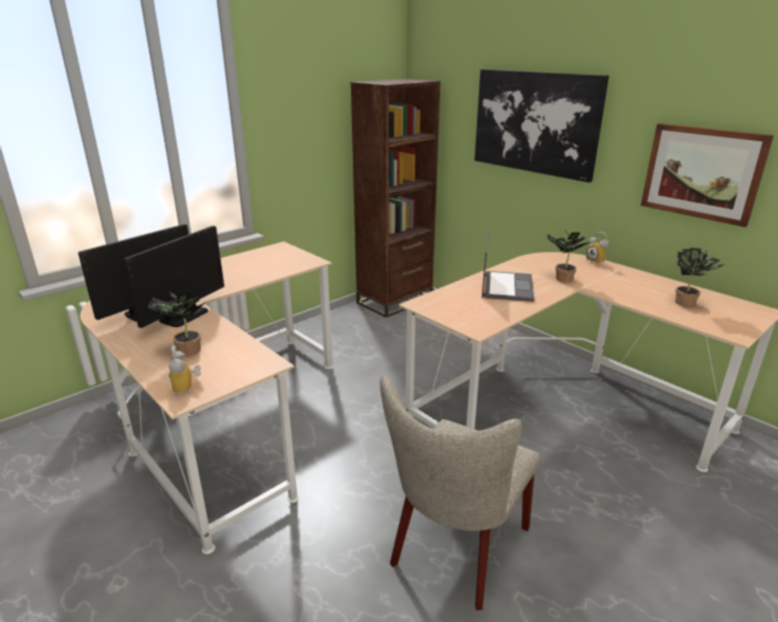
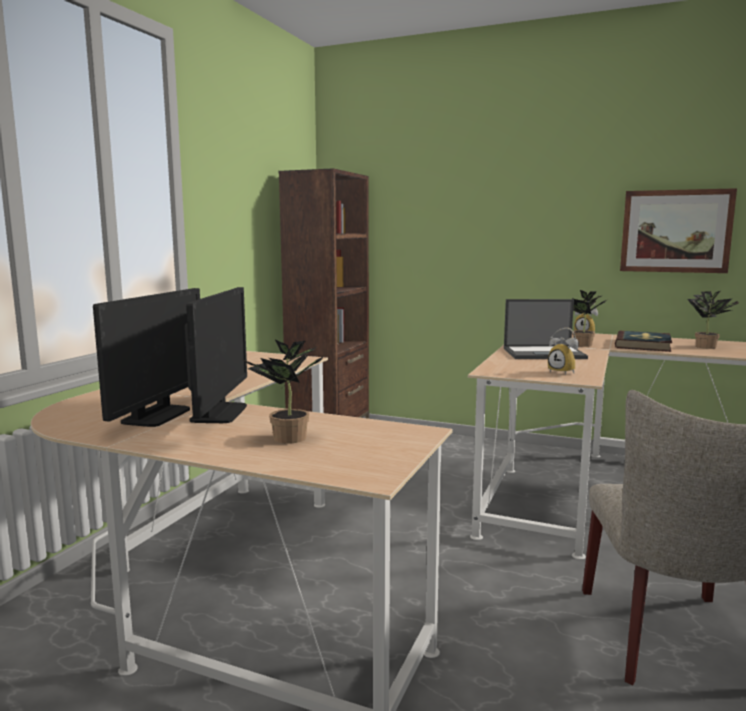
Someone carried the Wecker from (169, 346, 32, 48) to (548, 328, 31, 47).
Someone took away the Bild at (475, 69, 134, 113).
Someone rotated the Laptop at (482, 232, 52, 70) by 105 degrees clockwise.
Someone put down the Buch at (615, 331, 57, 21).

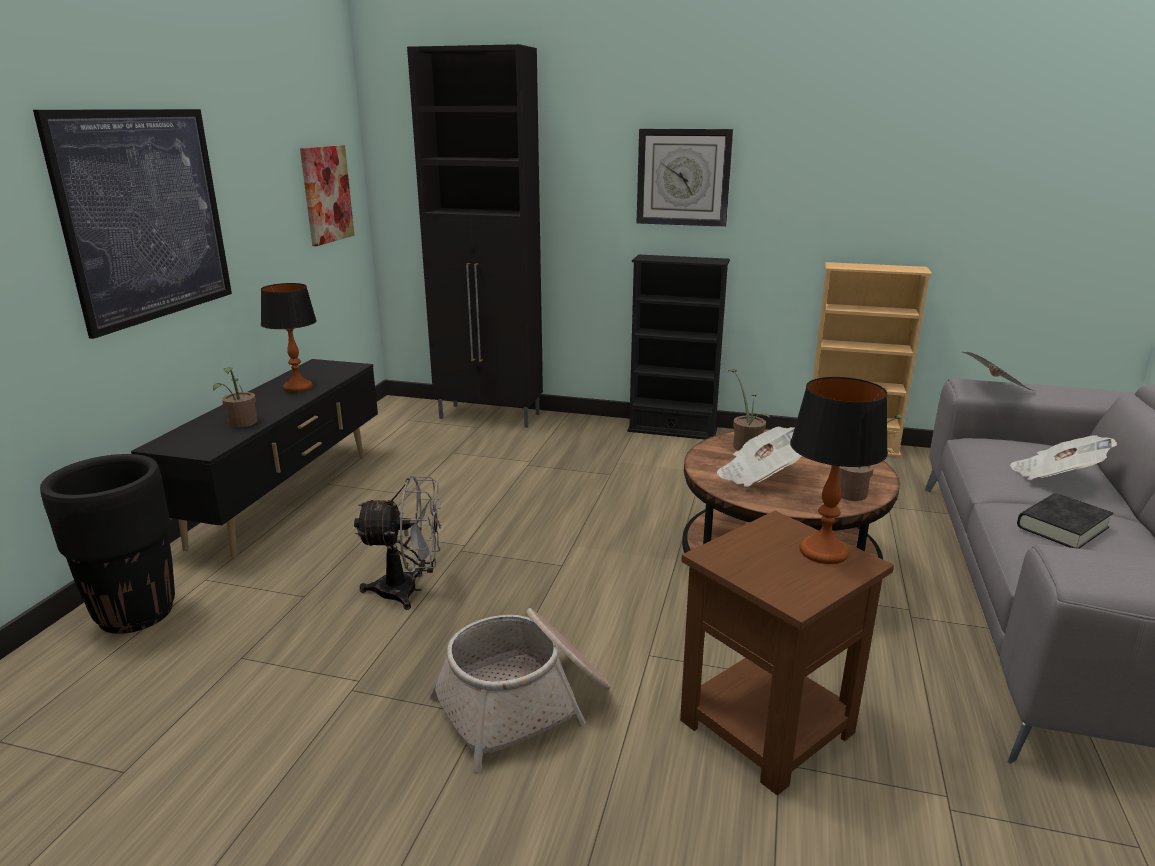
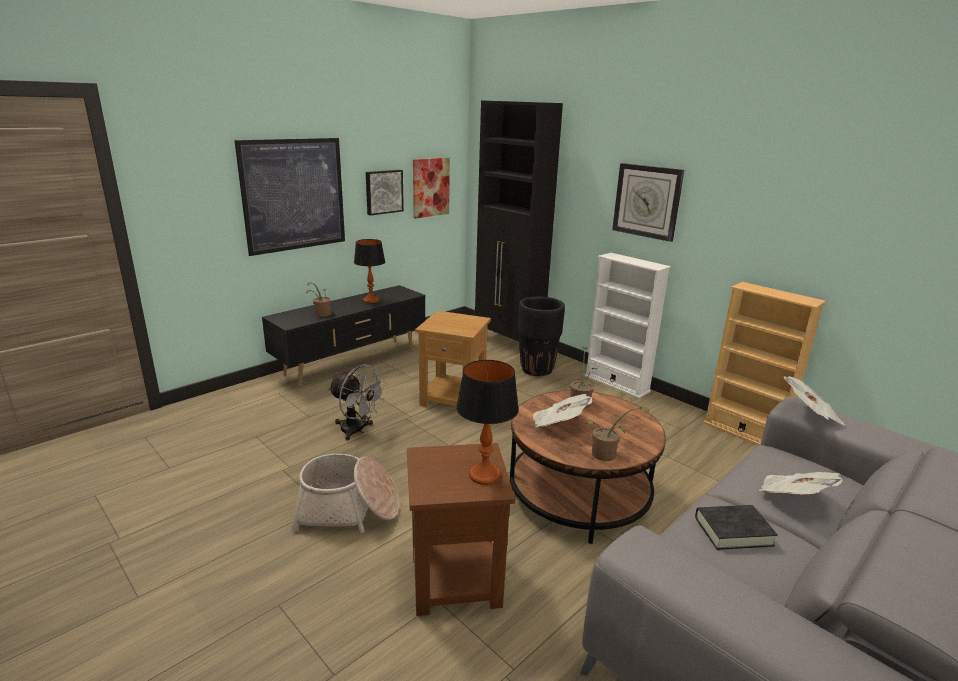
Someone carried the Pflanzkübel [schwarz] from (40, 454, 135, 180) to (518, 296, 47, 80).
Someone repainted the Bücherregal [schwarz] at (627, 255, 103, 185), which became the Bücherregal [weiß] at (584, 253, 87, 146).
Someone put up the Bild at (366, 170, 38, 46).
Someone put down the Beistelltisch [braun] at (415, 311, 76, 96).

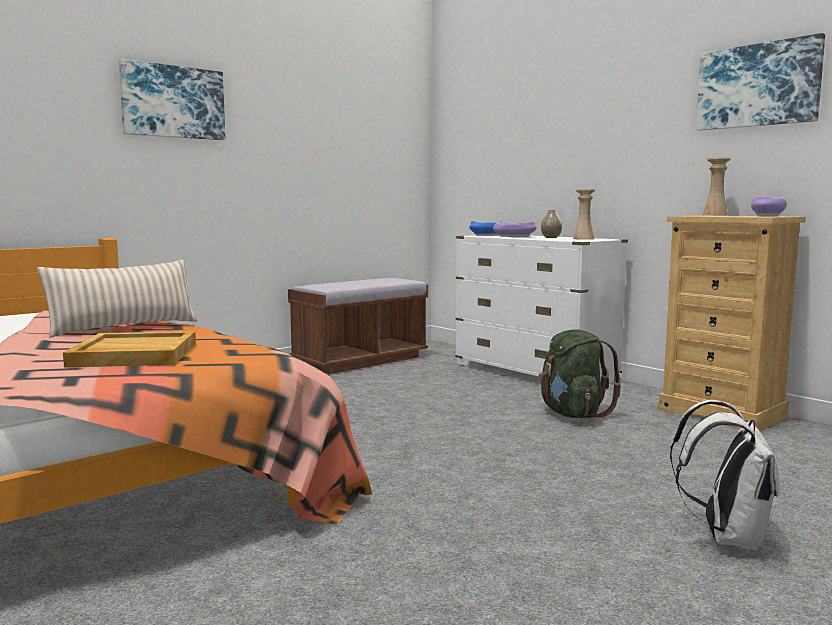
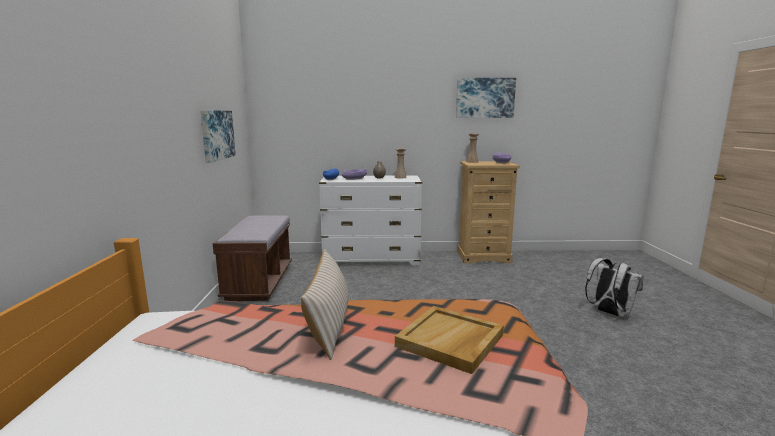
Someone carried the Bild from (119, 59, 106, 81) to (200, 110, 36, 53).
Someone took away the Rucksack [grün] at (539, 329, 83, 89).

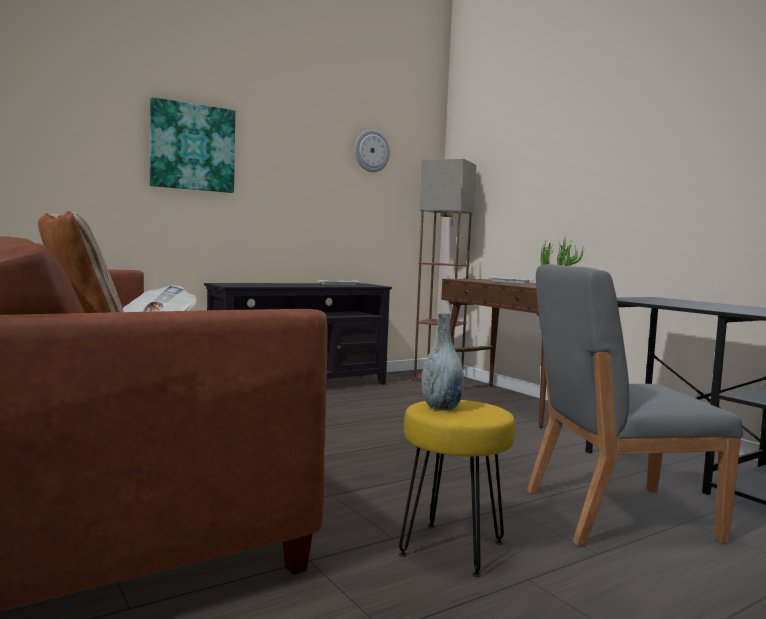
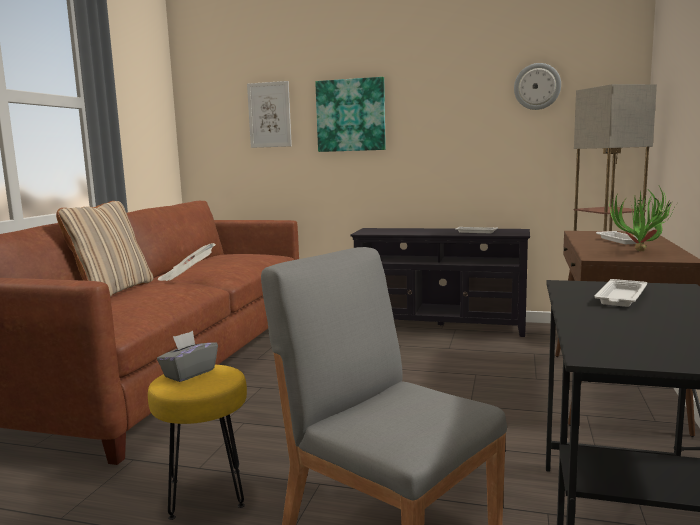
Someone swapped the Vase [grau] at (422, 312, 43, 99) for the Taschentuchbox [grau] at (157, 331, 61, 51).
Someone put up the Bild at (247, 81, 45, 67).
Someone put down the Tablett [weiß] at (594, 279, 53, 28).

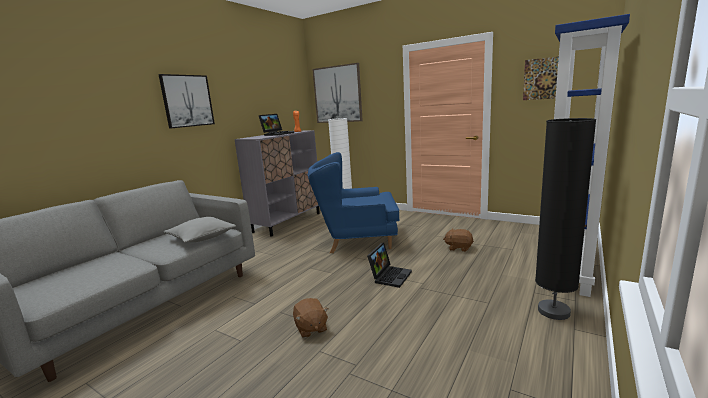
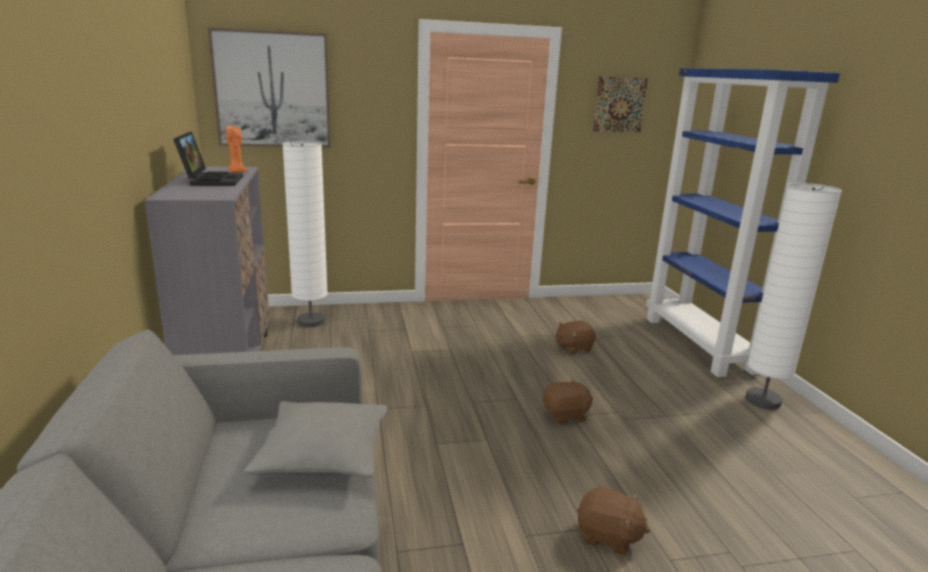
Someone took away the Bild at (158, 74, 57, 55).
Someone took away the Sessel [blau] at (307, 152, 93, 101).
Someone swapped the Laptop at (367, 242, 45, 46) for the Plüschtier [braun] at (542, 379, 51, 46).
Someone repainted the Stehlampe [schwarz] at (535, 118, 61, 202), which became the Stehlampe [weiß] at (745, 183, 97, 227).

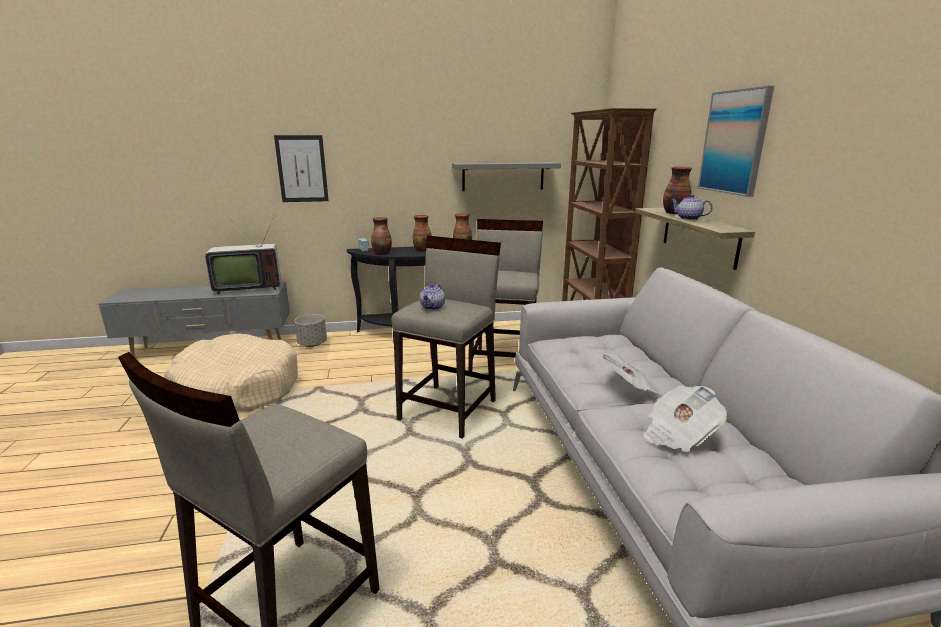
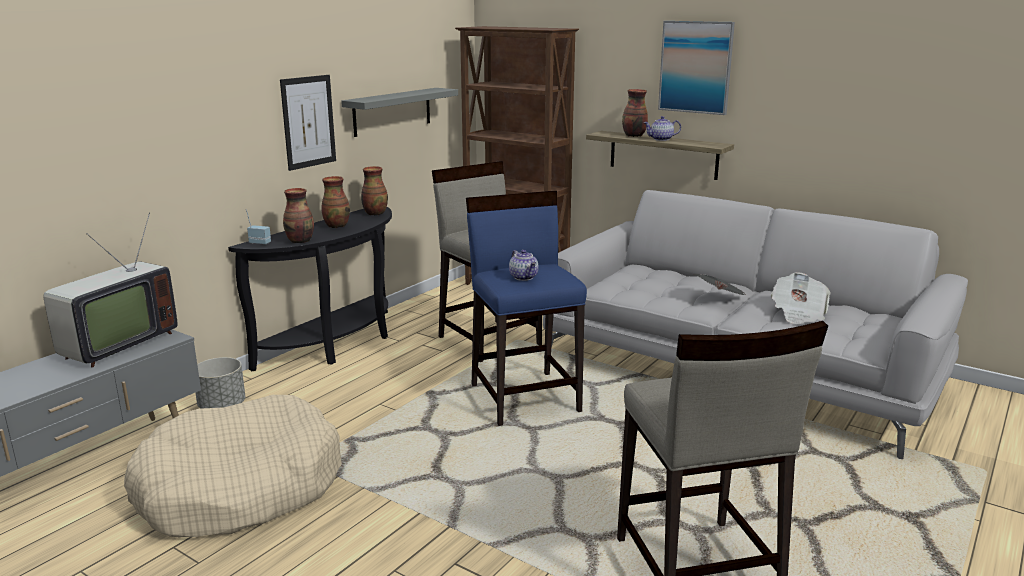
Someone carried the Bild from (274, 135, 55, 67) to (280, 75, 56, 96).
Someone repainted the Hocker [beige] at (391, 236, 110, 203), which became the Hocker [blau] at (466, 191, 121, 235).

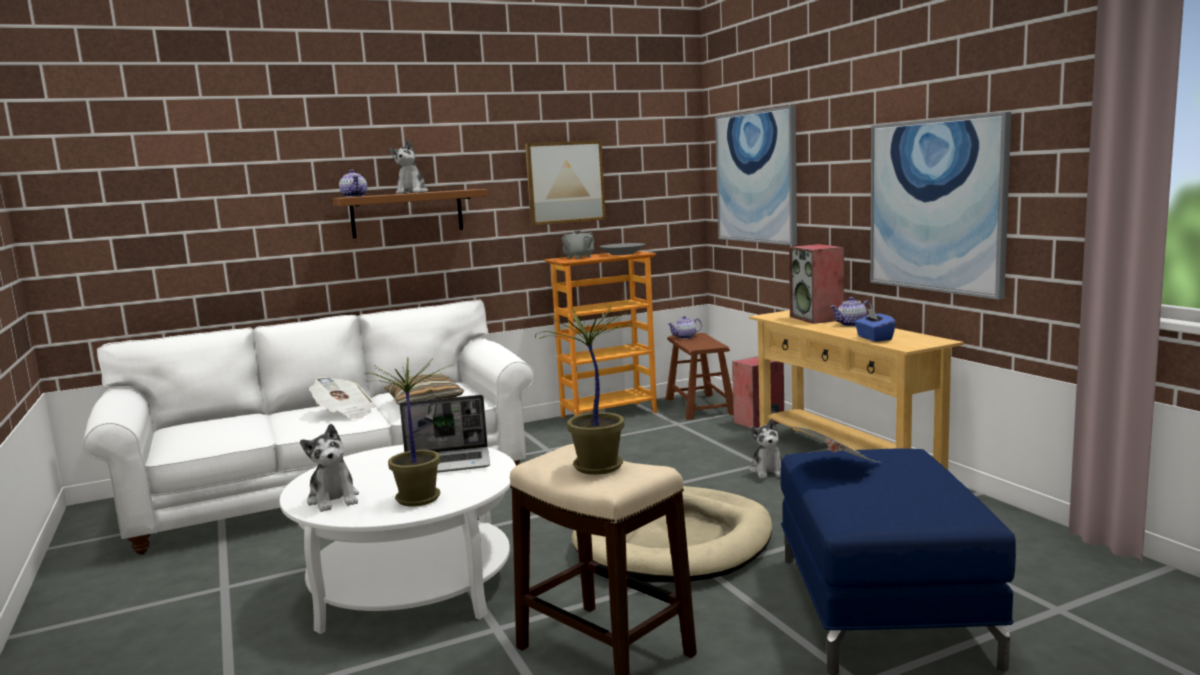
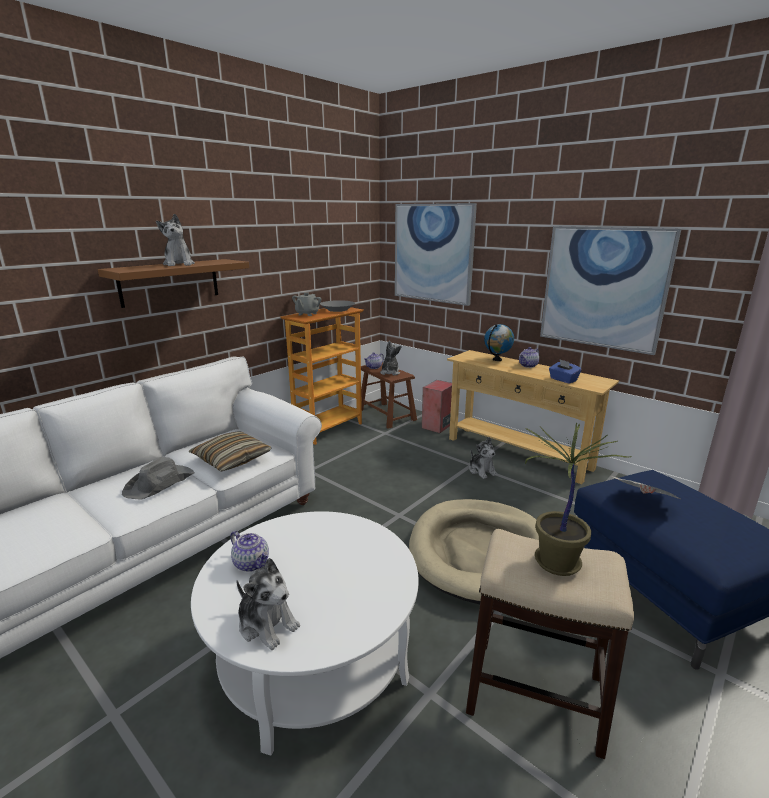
Someone swapped the Zeitung at (309, 377, 66, 42) for the Hut [grau] at (122, 457, 72, 43).
Someone carried the Teekanne from (339, 170, 28, 27) to (230, 531, 39, 41).
Someone took away the Topfpflanze at (364, 357, 91, 150).
Someone took away the Laptop at (400, 395, 90, 78).
Someone took away the Bild at (525, 140, 81, 86).
Someone swapped the Lautsprecher at (789, 244, 55, 80) for the Globus at (484, 324, 30, 37).
Someone put down the Plüschtier at (380, 341, 21, 35).

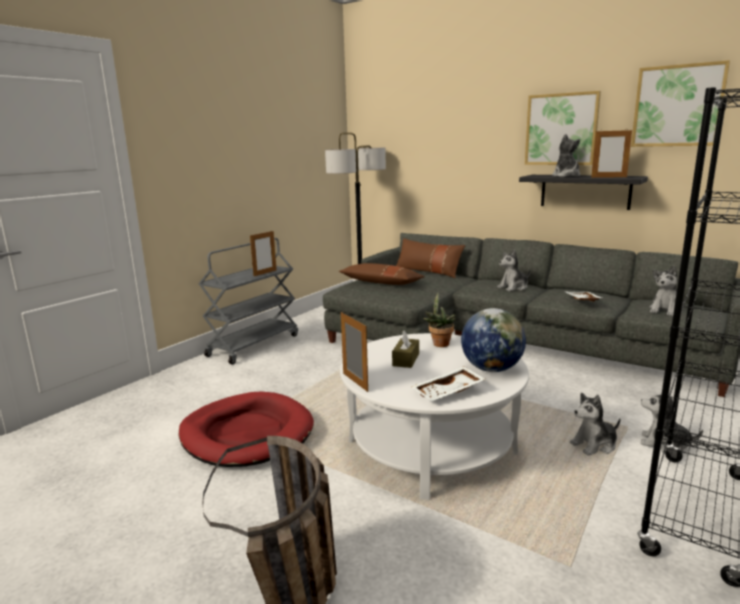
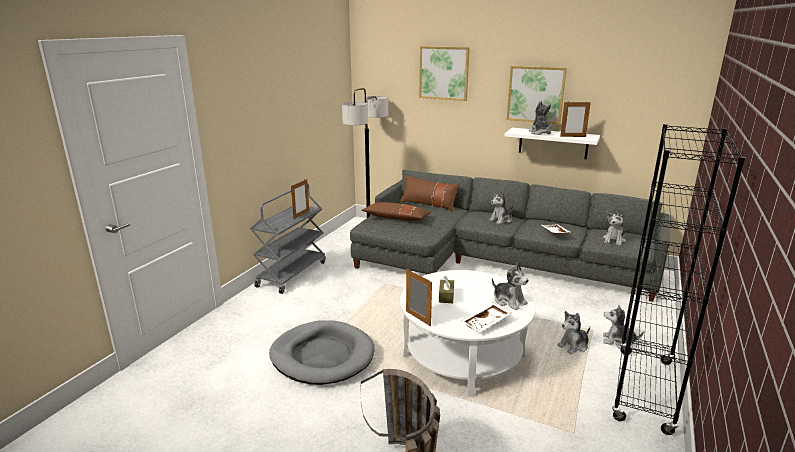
Someone repainted the Hundebett [rot] at (179, 391, 135, 76), which became the Hundebett [grau] at (269, 320, 106, 65).
Someone took away the Topfpflanze at (423, 293, 32, 54).
Someone swapped the Globus at (461, 308, 65, 64) for the Plüschtier at (492, 262, 37, 48).
Someone repainted the Wandregal [schwarz] at (519, 175, 129, 35), which became the Wandregal [weiß] at (504, 128, 96, 31).
Someone carried the Bild from (631, 60, 99, 87) to (419, 46, 51, 55).

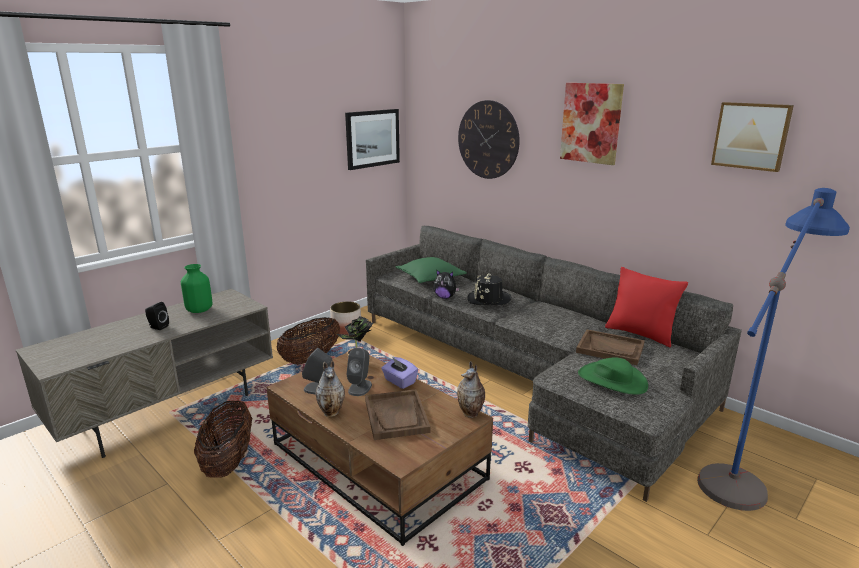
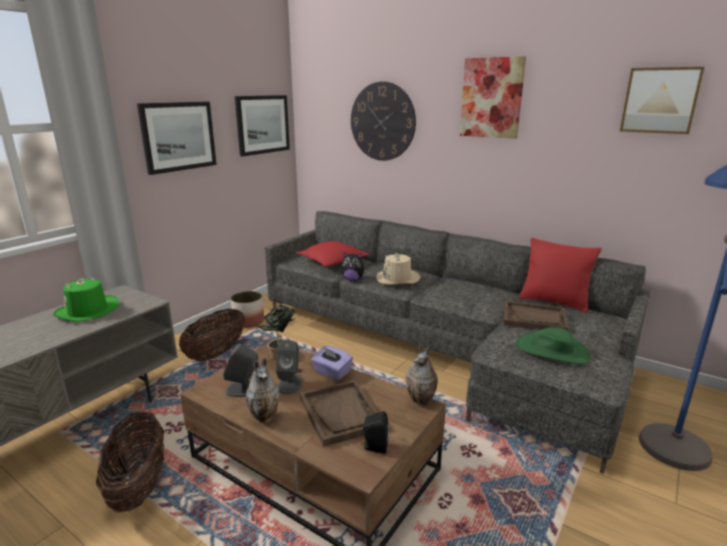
Someone carried the Lautsprecher [schwarz] from (145, 302, 24, 28) to (361, 411, 28, 43).
Someone swapped the Vase [grün] at (181, 264, 31, 49) for the Hut [grün] at (54, 278, 65, 44).
Someone repainted the Kissen [grün] at (396, 257, 71, 26), which became the Kissen [rot] at (296, 241, 74, 26).
Someone repainted the Hut [schwarz] at (467, 274, 45, 31), which became the Hut [beige] at (376, 253, 45, 32).
Someone put up the Bild at (137, 102, 80, 73).

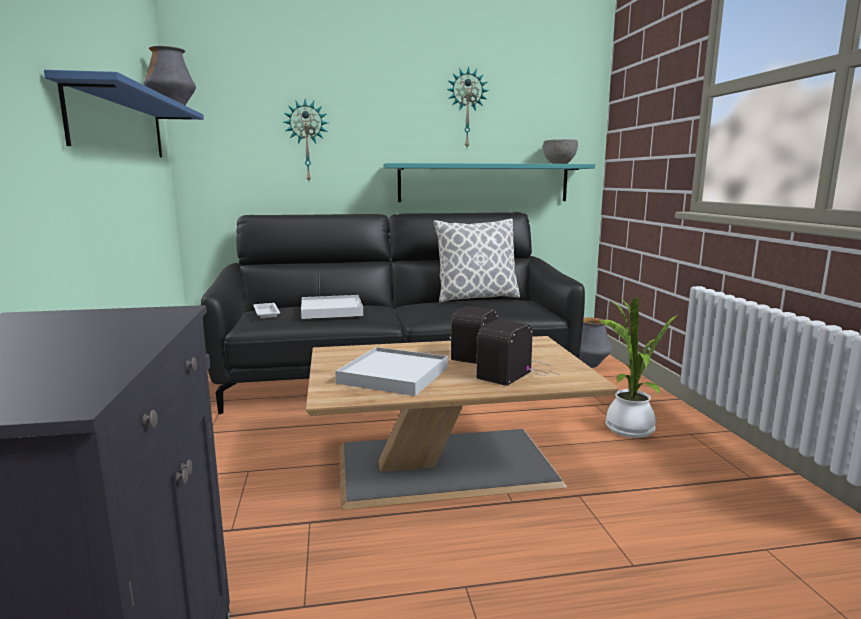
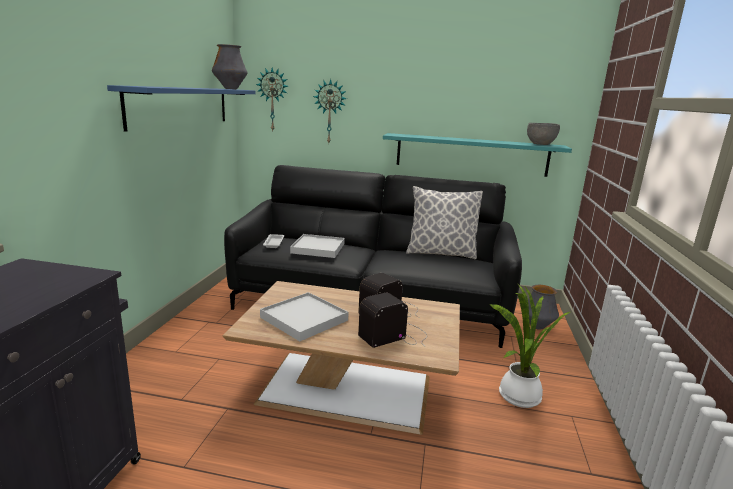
Someone carried the Wanduhr from (447, 66, 42, 82) to (256, 67, 32, 64).

